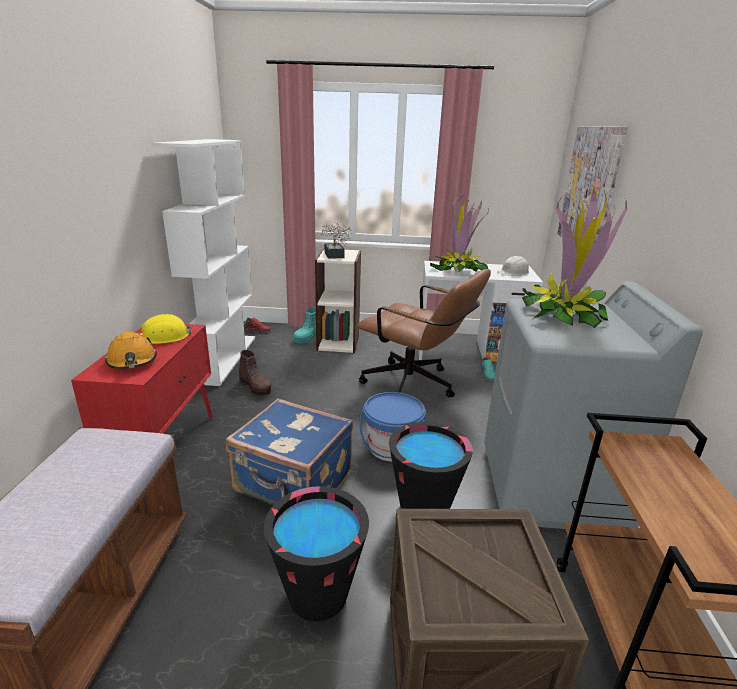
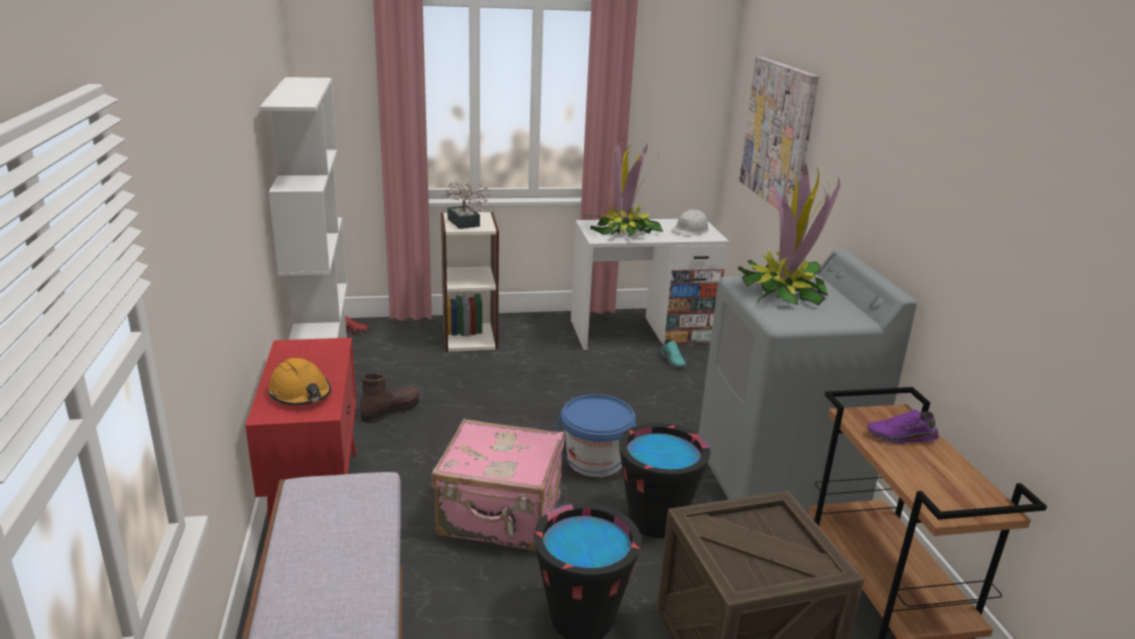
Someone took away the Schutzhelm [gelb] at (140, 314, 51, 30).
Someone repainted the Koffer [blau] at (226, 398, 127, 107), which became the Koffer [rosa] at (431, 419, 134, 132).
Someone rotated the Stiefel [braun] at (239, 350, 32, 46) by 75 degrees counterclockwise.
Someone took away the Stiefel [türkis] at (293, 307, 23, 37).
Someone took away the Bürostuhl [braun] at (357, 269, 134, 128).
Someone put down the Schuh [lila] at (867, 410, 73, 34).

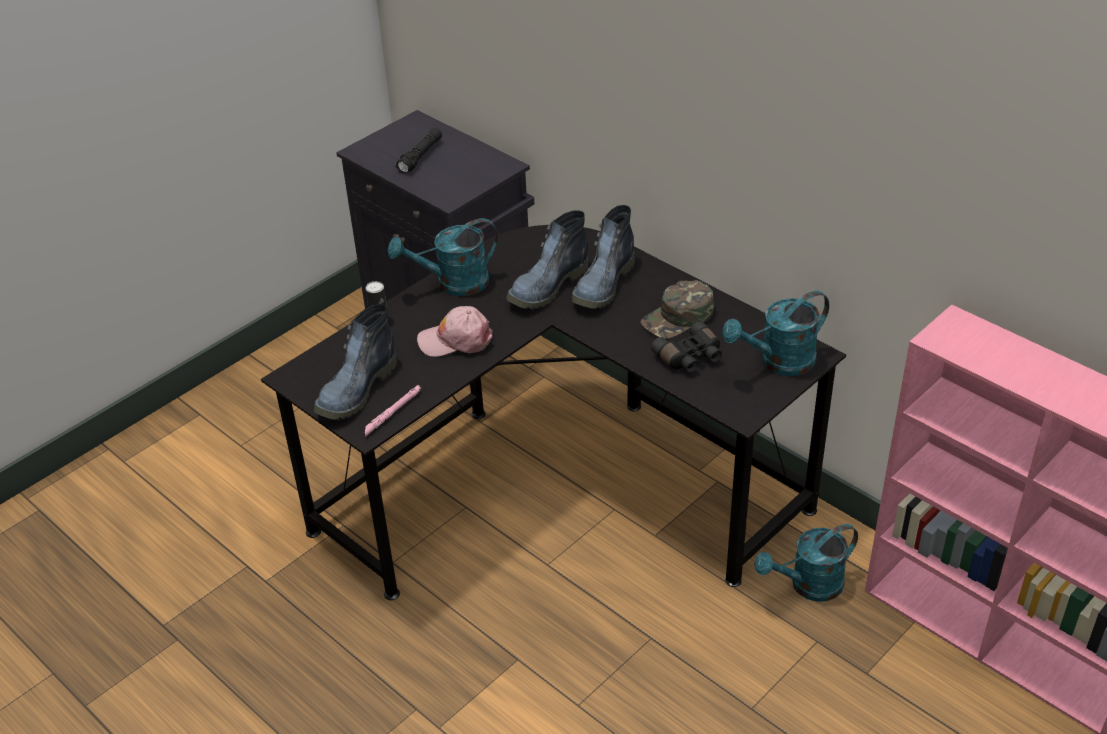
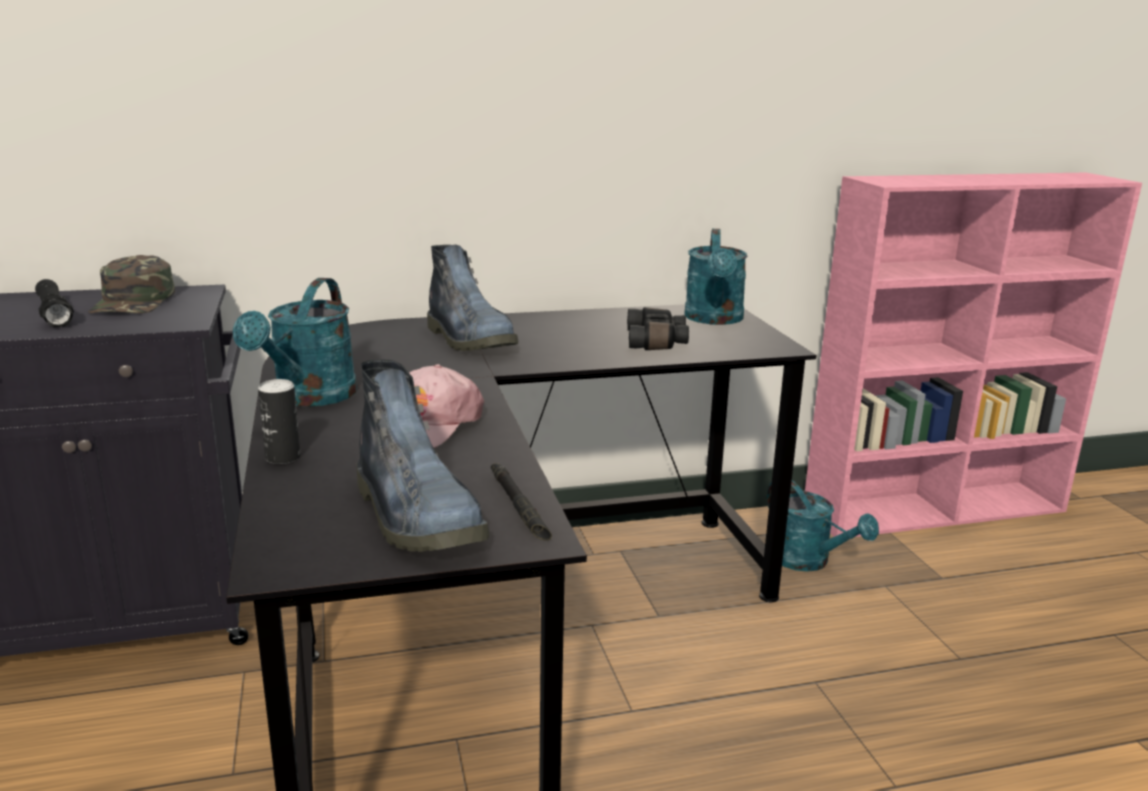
Someone repainted the Taschenlampe [rosa] at (365, 385, 56, 52), which became the Taschenlampe [schwarz] at (491, 463, 61, 78).
Someone took away the Stiefel at (506, 210, 82, 99).
Someone carried the Kappe [grün] from (641, 280, 73, 59) to (88, 255, 87, 58).
Someone rotated the Gießkanne [türkis] at (754, 524, 104, 78) by 45 degrees counterclockwise.

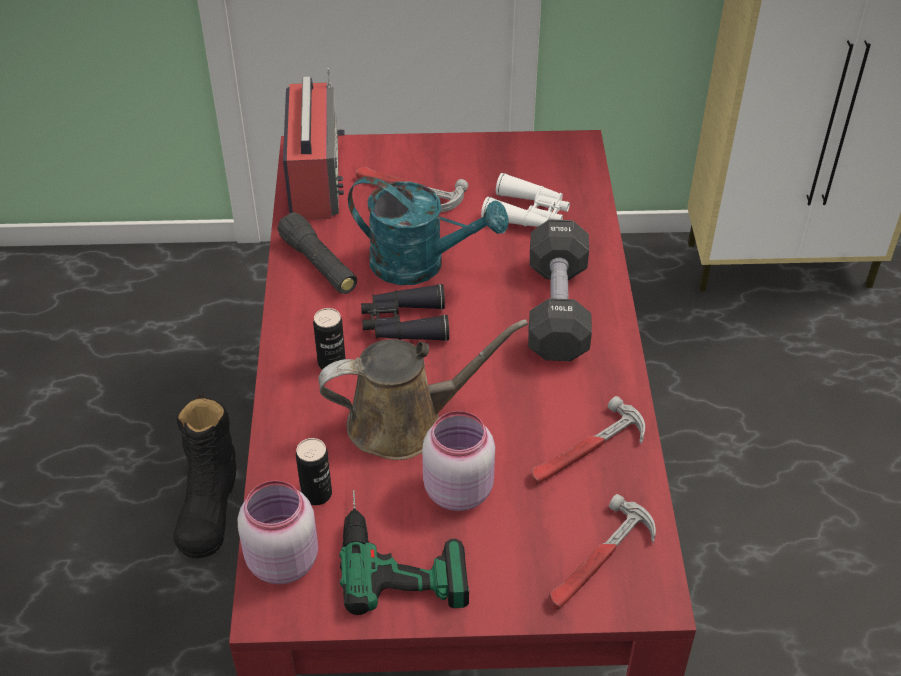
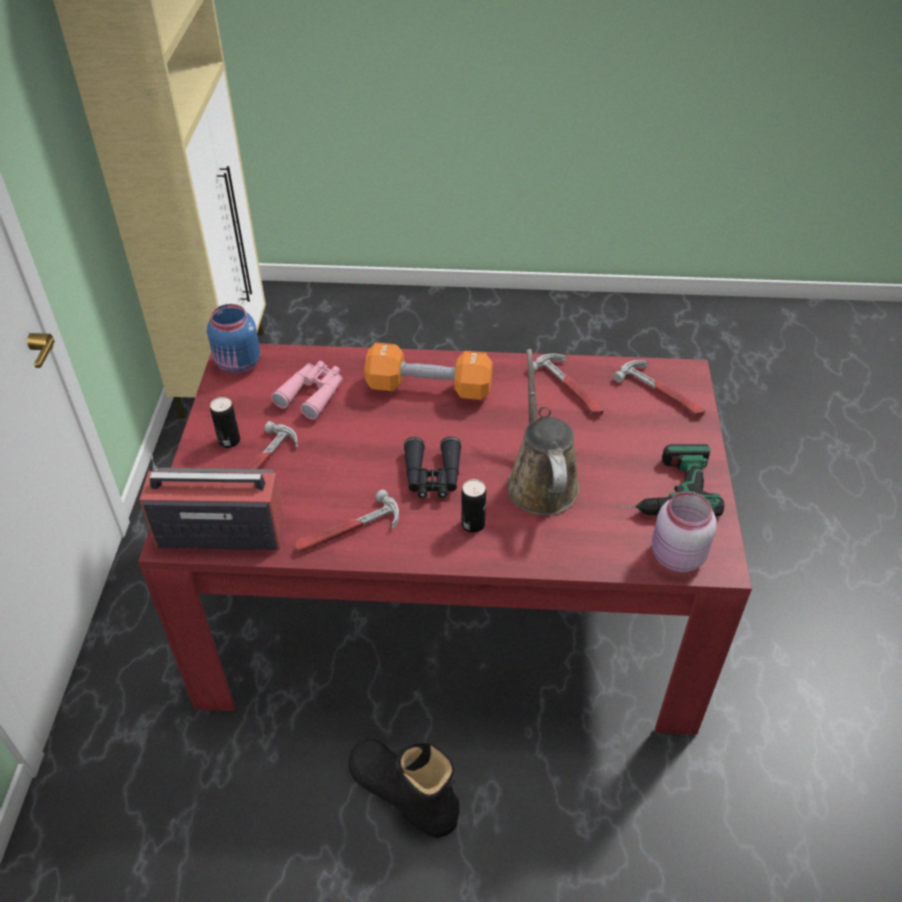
Someone rotated the Stiefel [schwarz] at (173, 395, 63, 163) by 150 degrees counterclockwise.
Someone swapped the Taschenlampe [schwarz] at (278, 212, 79, 82) for the Hammer at (296, 490, 103, 63).
Someone carried the Dose from (296, 438, 36, 67) to (210, 397, 30, 51).
Someone took away the Gießkanne [türkis] at (348, 176, 161, 109).
Someone took away the Vorratsglas [rosa] at (422, 411, 73, 100).
Someone repainted the Fernglas [weiß] at (481, 173, 89, 54), which became the Fernglas [rosa] at (271, 361, 72, 59).
Someone repainted the Hantel [schwarz] at (528, 219, 64, 142), which became the Hantel [orange] at (365, 342, 128, 58).
Someone put down the Vorratsglas [blau] at (207, 304, 53, 70).

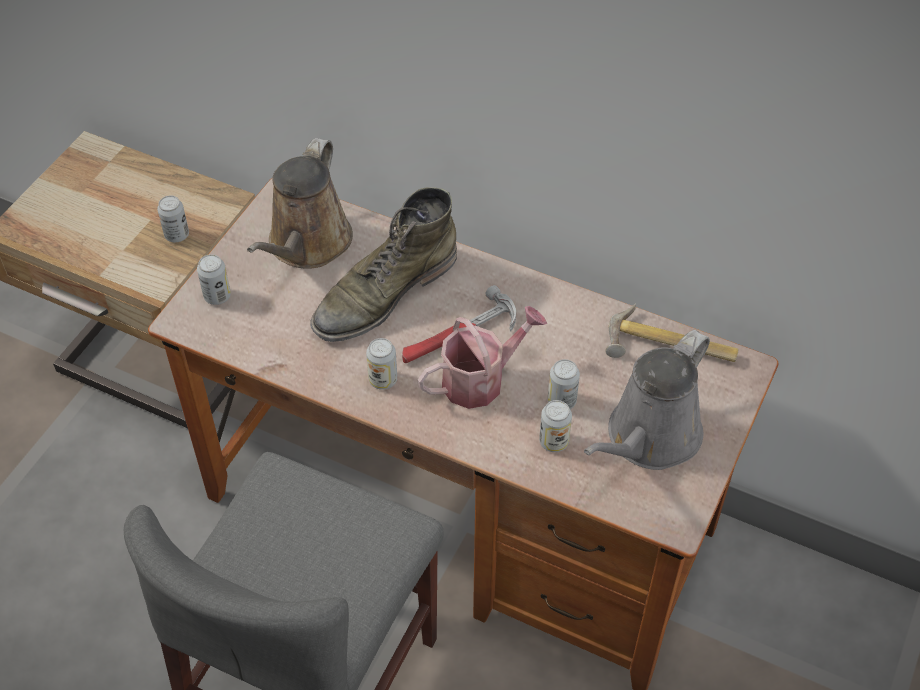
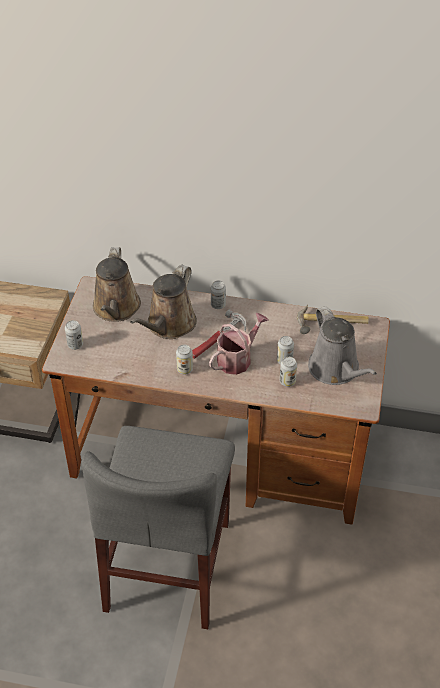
Someone carried the Dose from (157, 195, 32, 47) to (211, 281, 15, 28).
Someone swapped the Stiefel [grün] at (310, 187, 147, 155) for the Gießkanne [braun] at (130, 265, 67, 74).
Someone rotated the Gießkanne [grau] at (584, 330, 126, 140) by 45 degrees counterclockwise.

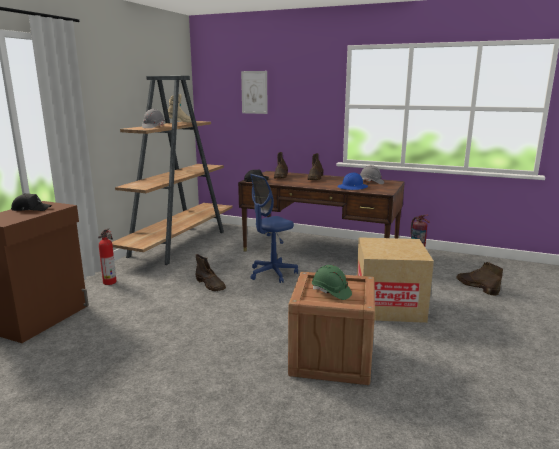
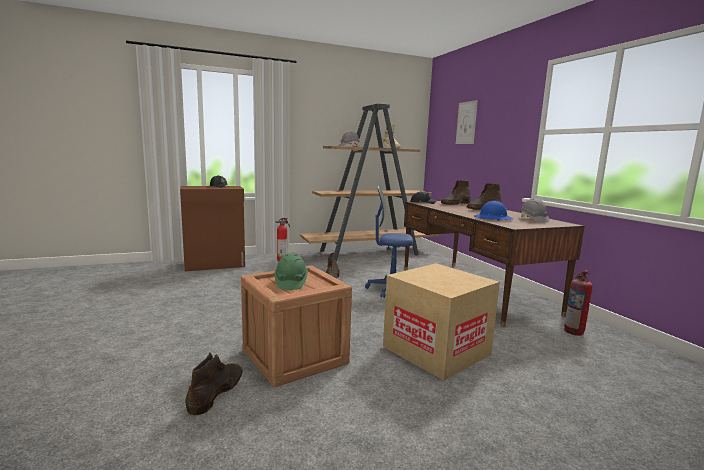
Someone carried the Stiefel [braun] from (457, 262, 46, 34) to (185, 353, 58, 62).

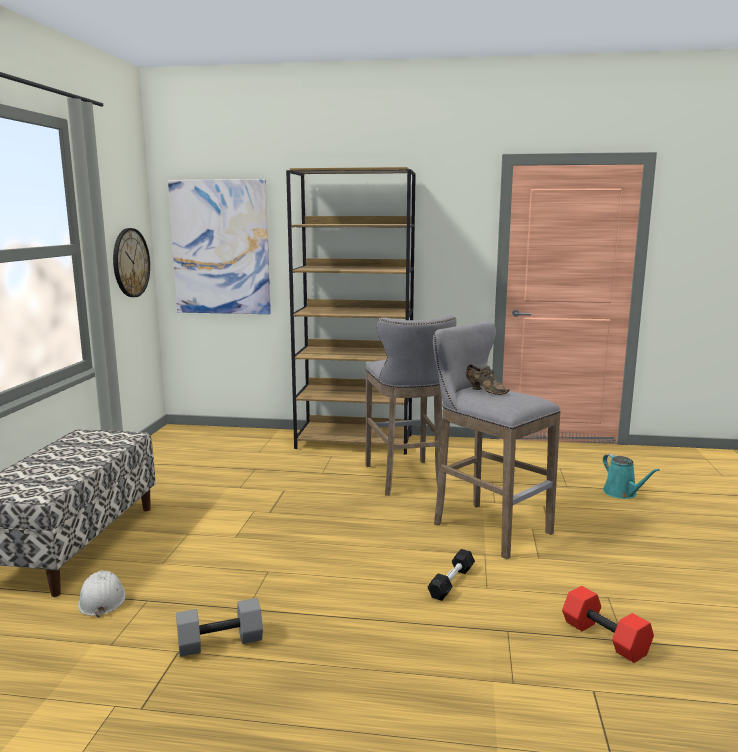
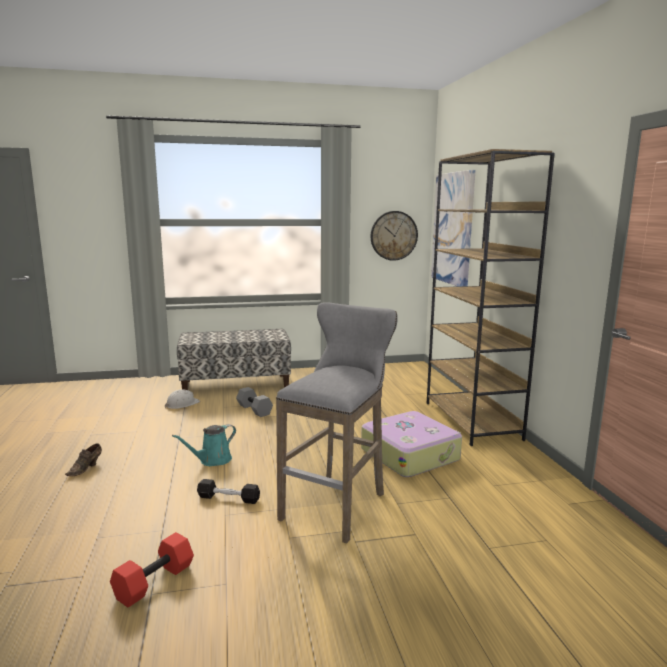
Someone carried the Hantel [grau] from (176, 598, 87, 59) to (236, 387, 37, 30).
Someone swapped the Hocker [grau] at (365, 315, 91, 181) for the Koffer at (361, 411, 101, 66).
Someone carried the Schuh [braun] from (466, 364, 44, 31) to (65, 443, 37, 33).
Someone carried the Gießkanne [türkis] from (603, 454, 57, 45) to (172, 424, 64, 42).

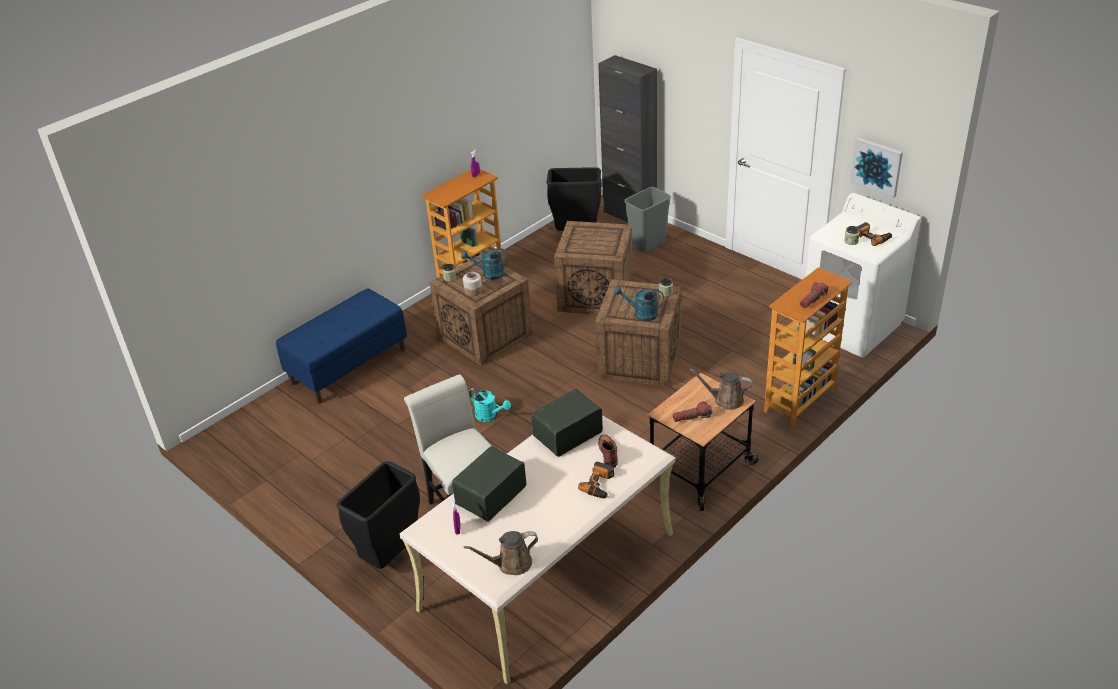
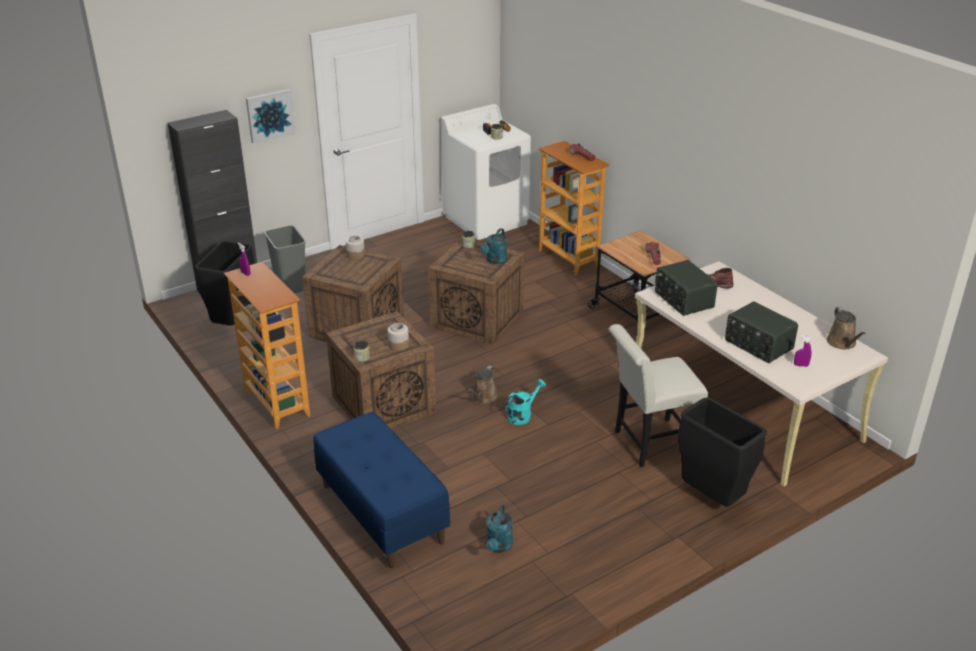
Someone carried the Gießkanne [türkis] from (461, 248, 47, 32) to (486, 504, 27, 49).
Someone took away the Bohrmaschine at (578, 461, 36, 37).
Someone carried the Gießkanne [braun] from (689, 369, 63, 41) to (468, 365, 30, 39).
Someone carried the Bild from (850, 138, 53, 60) to (246, 89, 49, 55).
Someone put down the Vorratsglas at (346, 235, 19, 25).

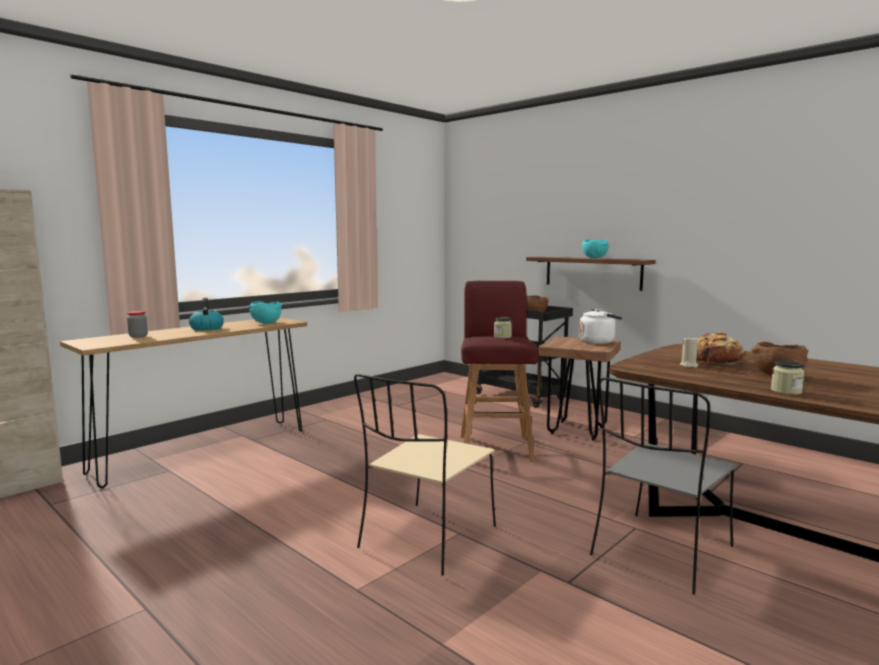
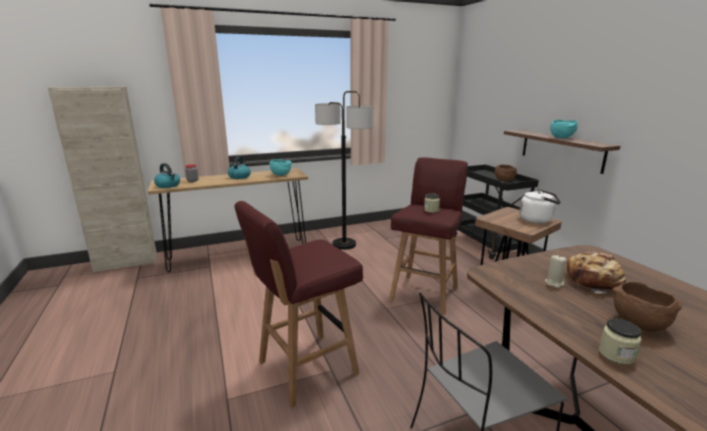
Someone swapped the Stuhl [beige] at (354, 374, 142, 202) for the Hocker [rot] at (234, 201, 129, 207).
Someone put down the Wasserkessel at (154, 163, 26, 25).
Someone put down the Stehlampe at (315, 91, 59, 159).

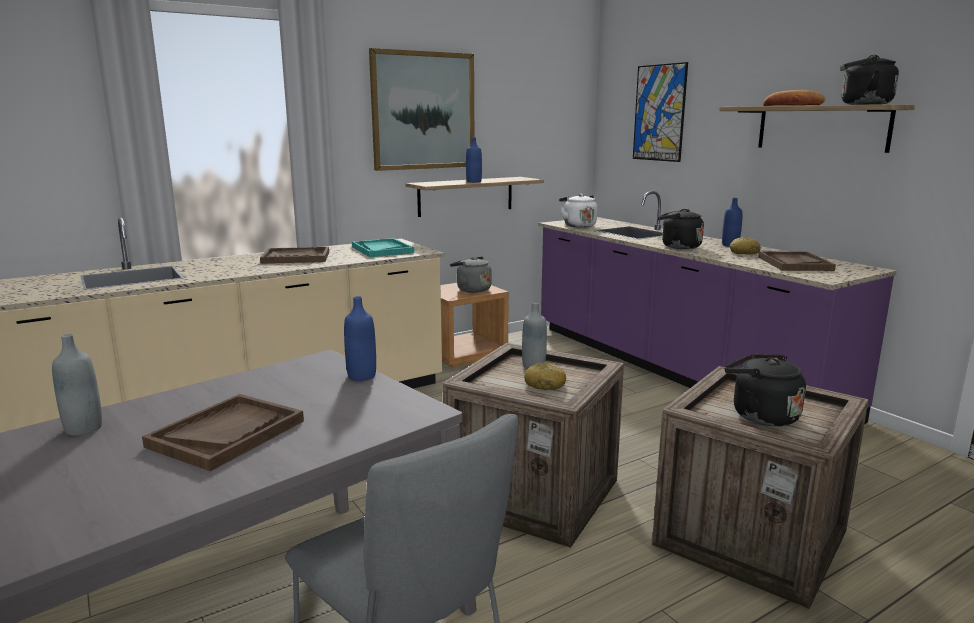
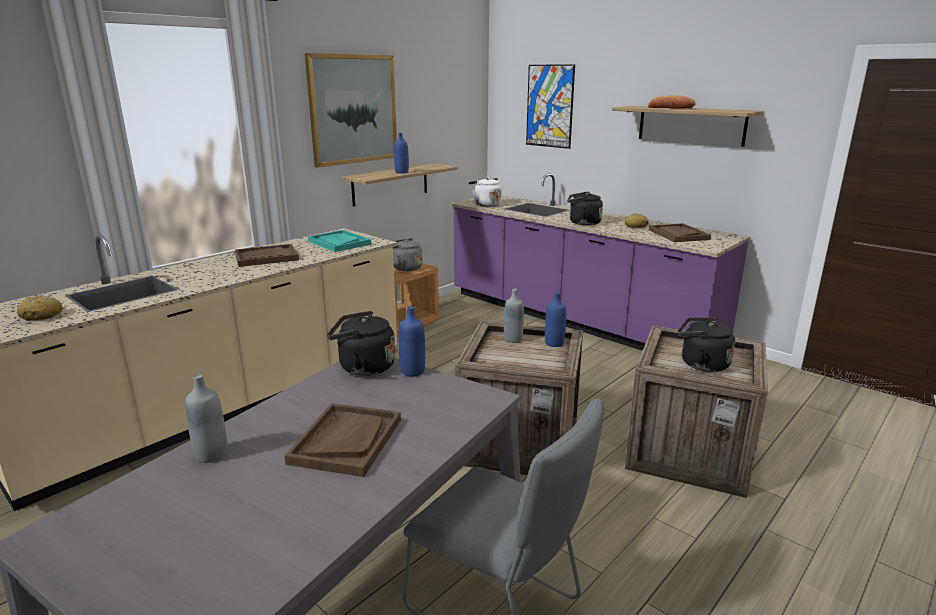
Someone carried the Brot from (524, 362, 42, 28) to (17, 295, 46, 26).
Someone carried the Flasche [blau] from (722, 198, 20, 49) to (545, 292, 21, 55).
Someone carried the Wasserkessel [schwarz] from (840, 55, 59, 50) to (327, 311, 68, 65).

